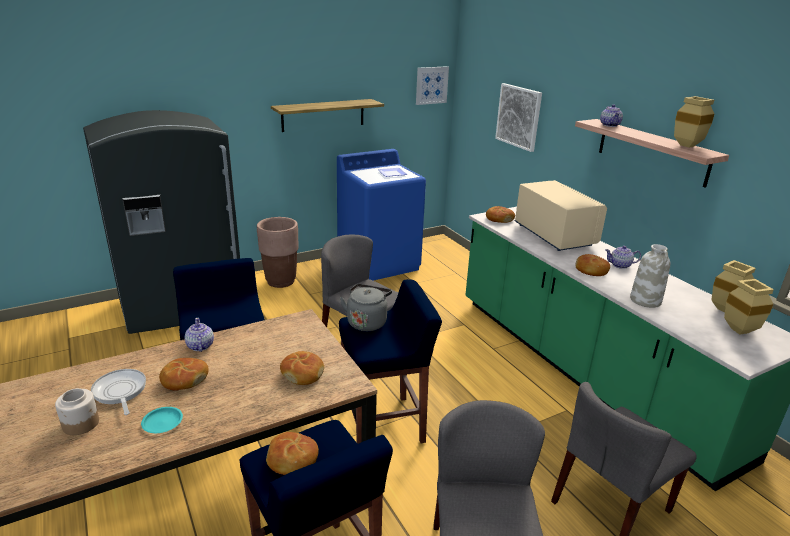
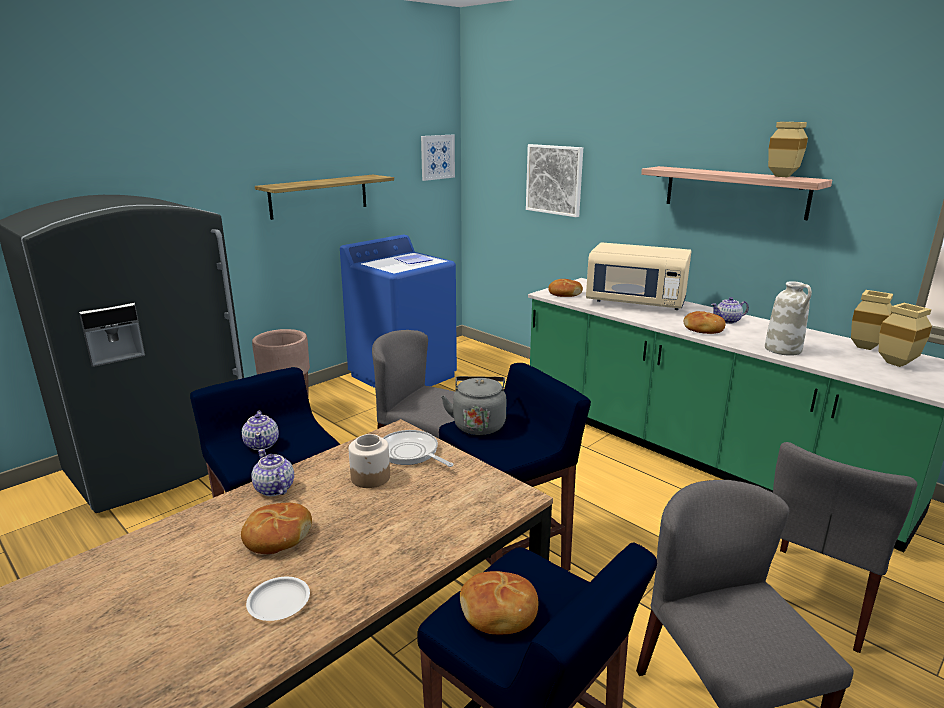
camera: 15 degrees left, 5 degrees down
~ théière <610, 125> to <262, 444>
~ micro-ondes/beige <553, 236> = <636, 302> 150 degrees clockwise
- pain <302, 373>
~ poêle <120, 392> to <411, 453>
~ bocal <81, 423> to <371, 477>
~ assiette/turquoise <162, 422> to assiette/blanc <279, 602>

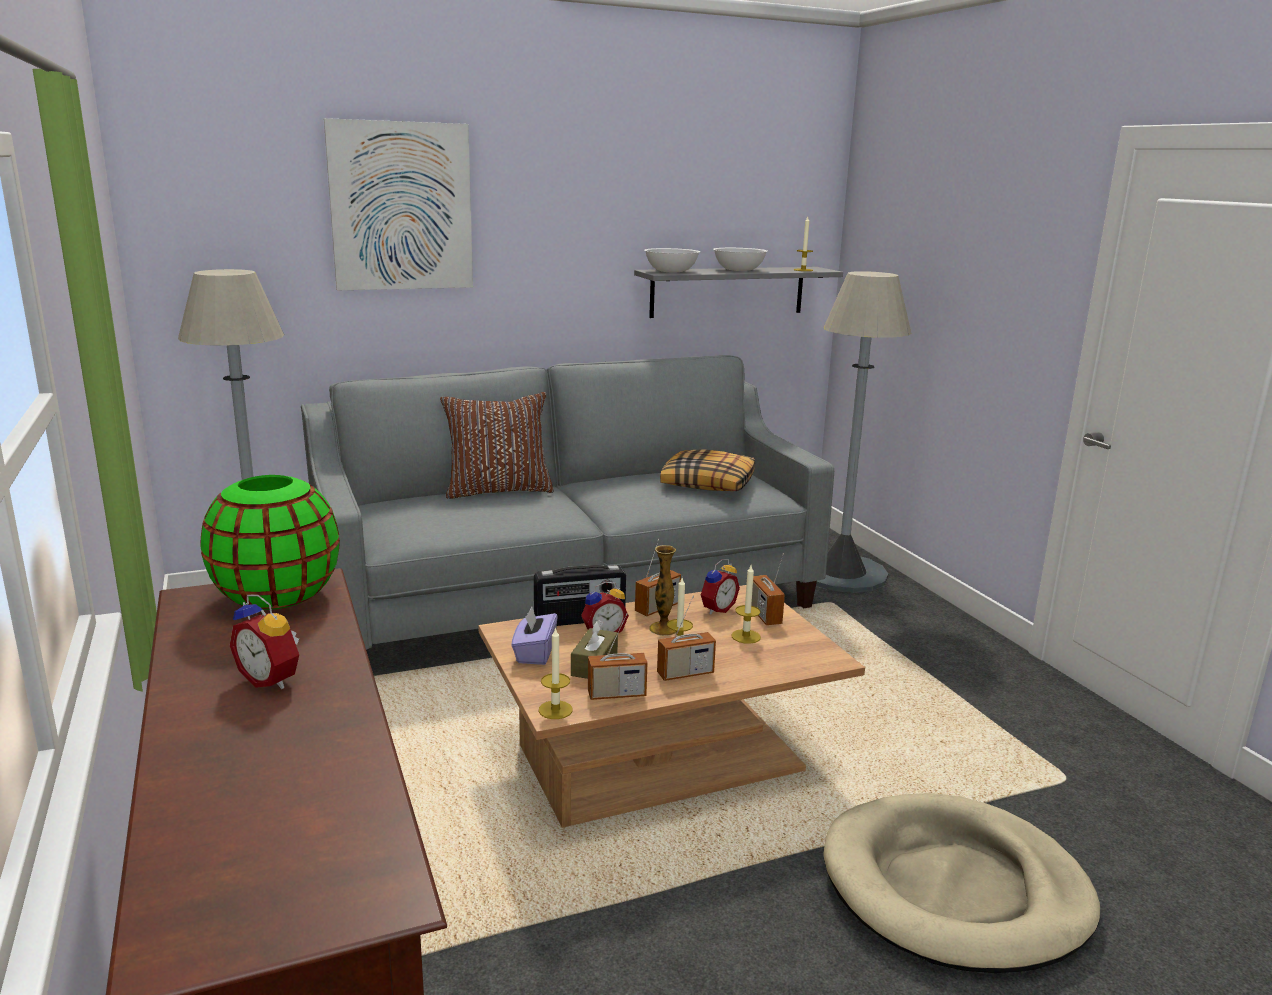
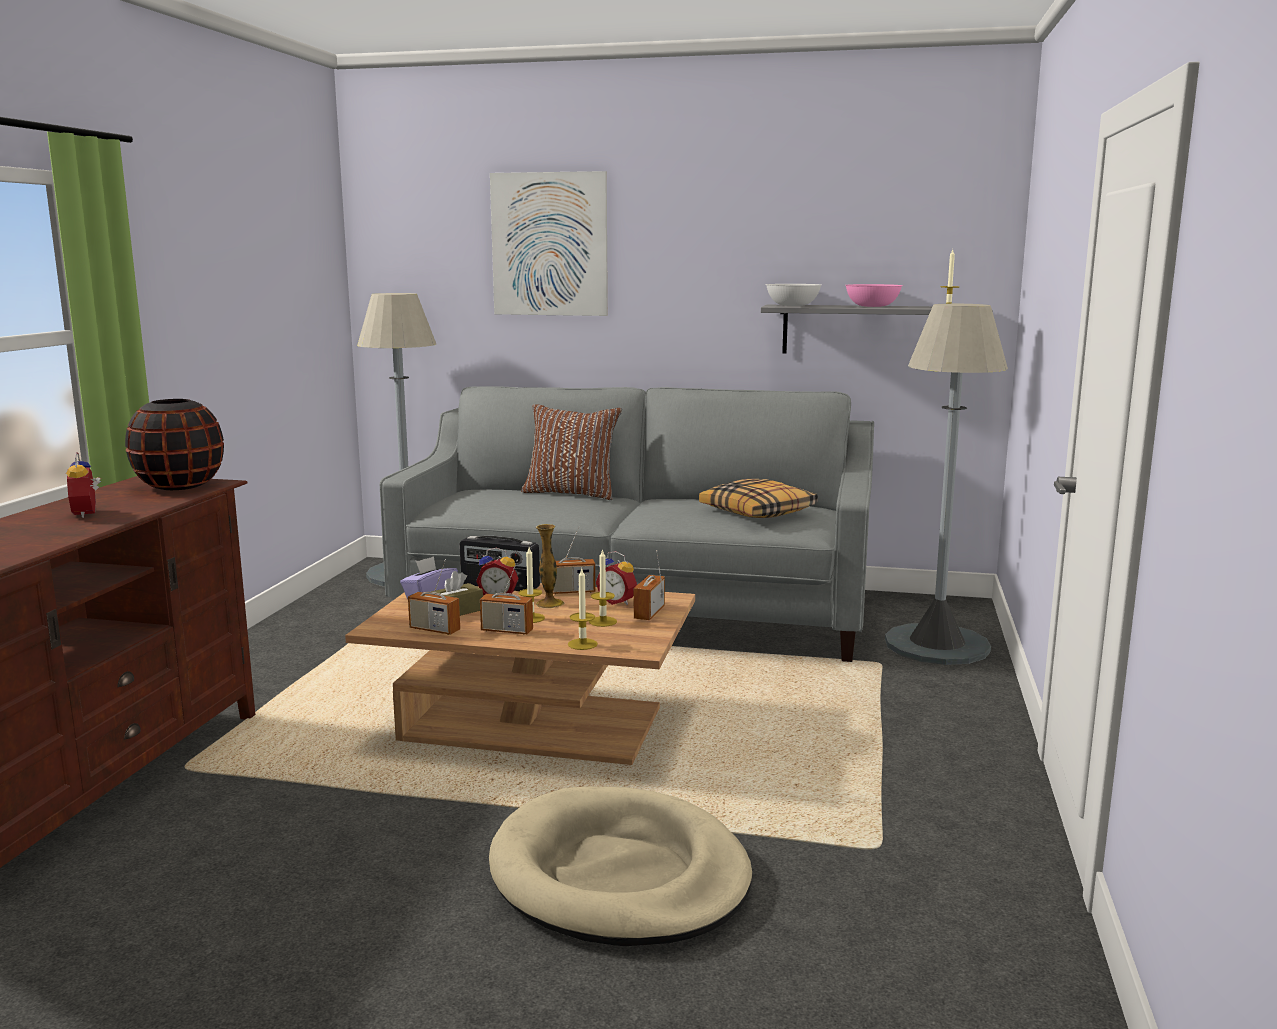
camera: 35 degrees right, 5 degrees down
~ bol/blanc <739, 270> to bol/rose <872, 306>
~ vase/vert <277, 597> to vase/noir <179, 486>
~ réveil <716, 609> = <618, 601> 45 degrees clockwise
~ bougie <555, 710> to <582, 644>

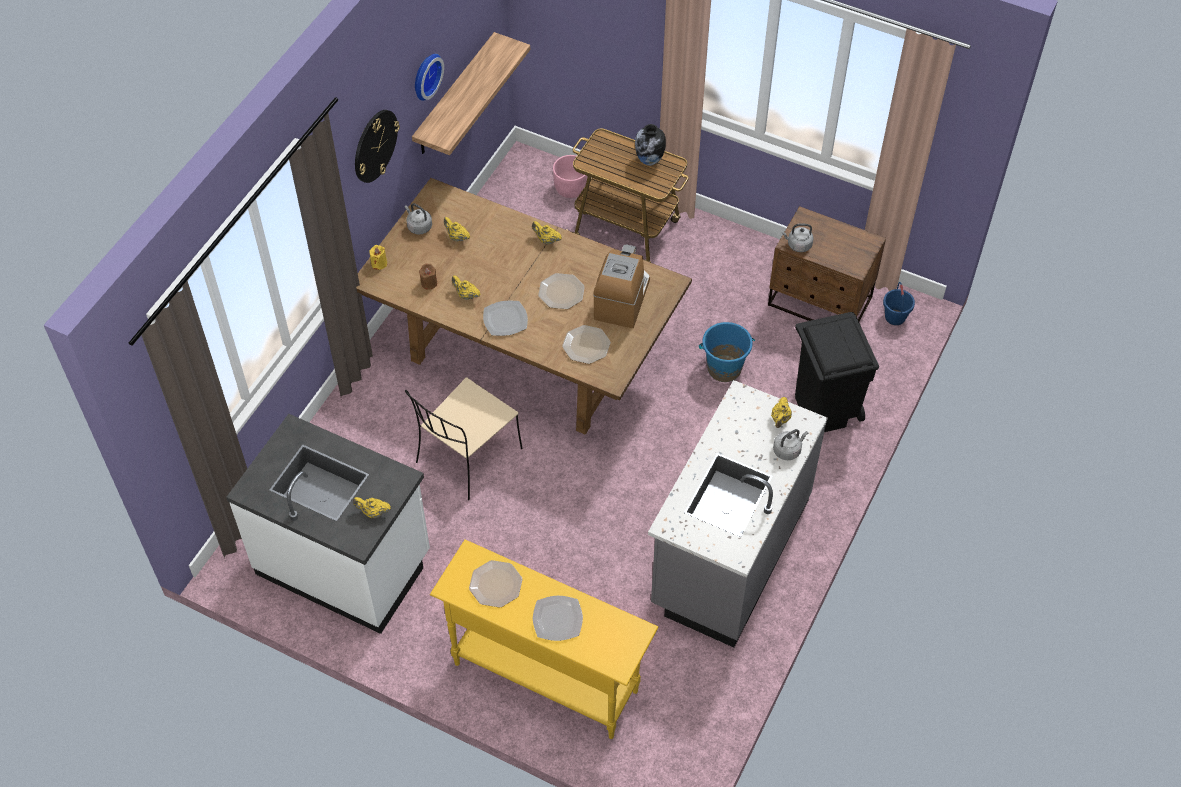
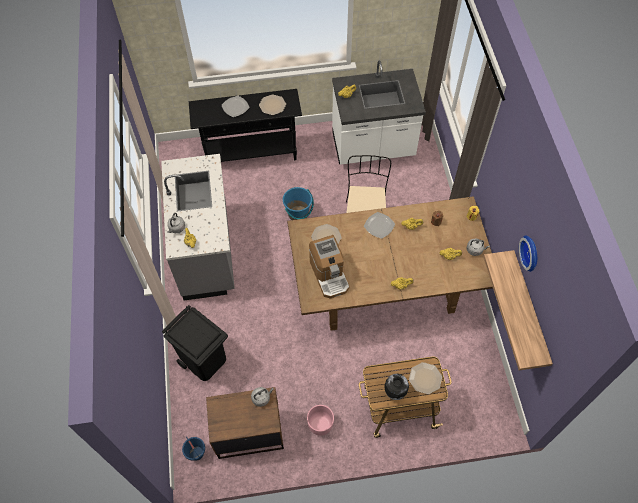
camera: 145 degrees right, 5 degrees up
- horloge murale <375, 145>
~ cache-pot/rose <571, 189> to <320, 424>
~ assiette <561, 292> to <425, 378>
~ seau/bleu <724, 368> to <298, 214>
~ table console/jaune <545, 676> to table console/noir <251, 154>

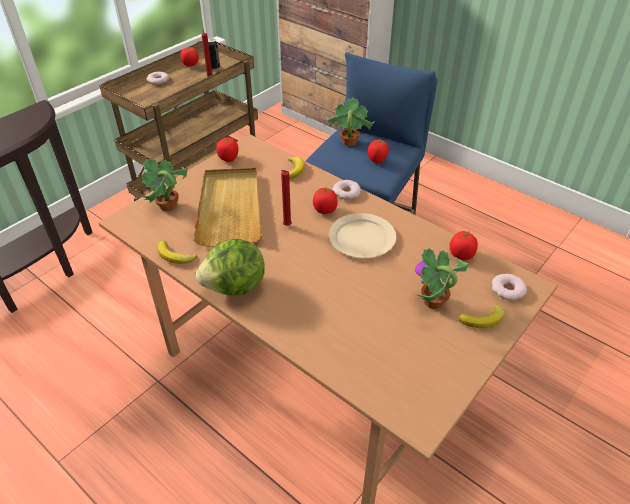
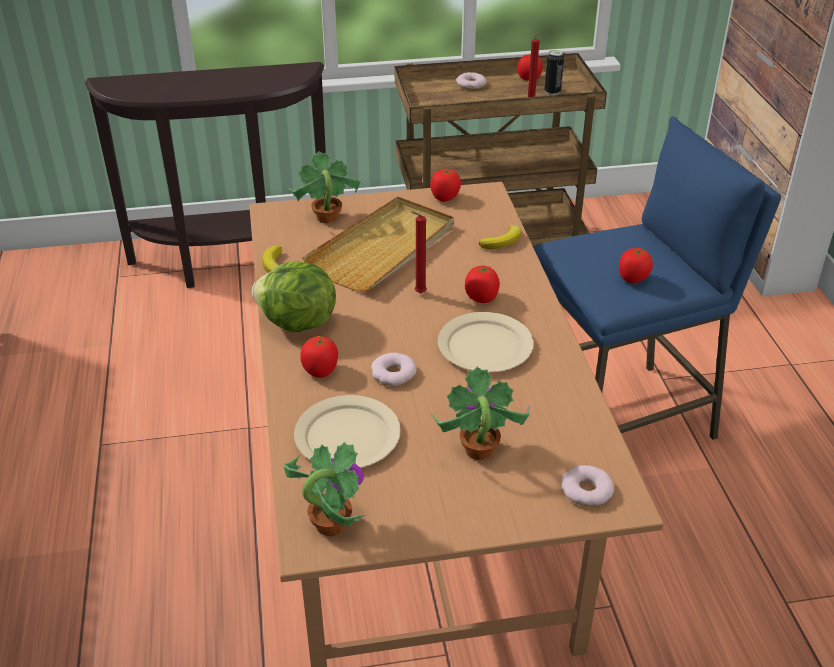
camera: 40 degrees right, 5 degrees down
~ plante en pot <348, 142> to <329, 524>
~ beignet <346, 192> to <394, 373>
~ tomate <461, 255> to <320, 371>
- banane <483, 319>
+ assiette/beige <346, 436>

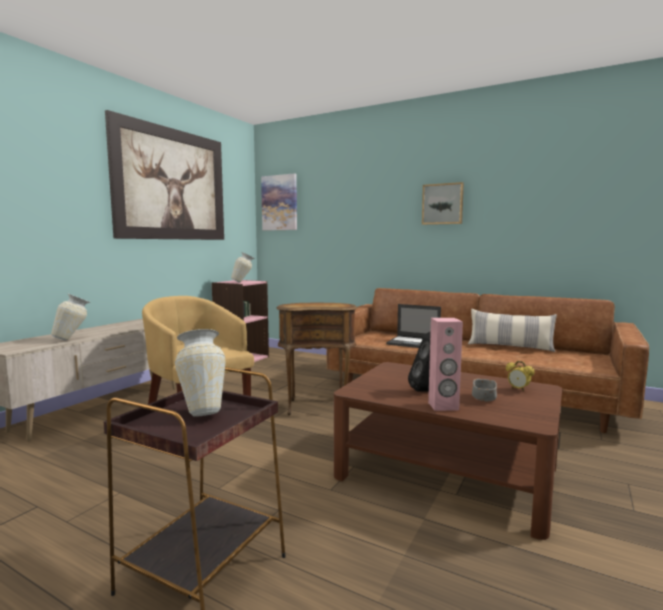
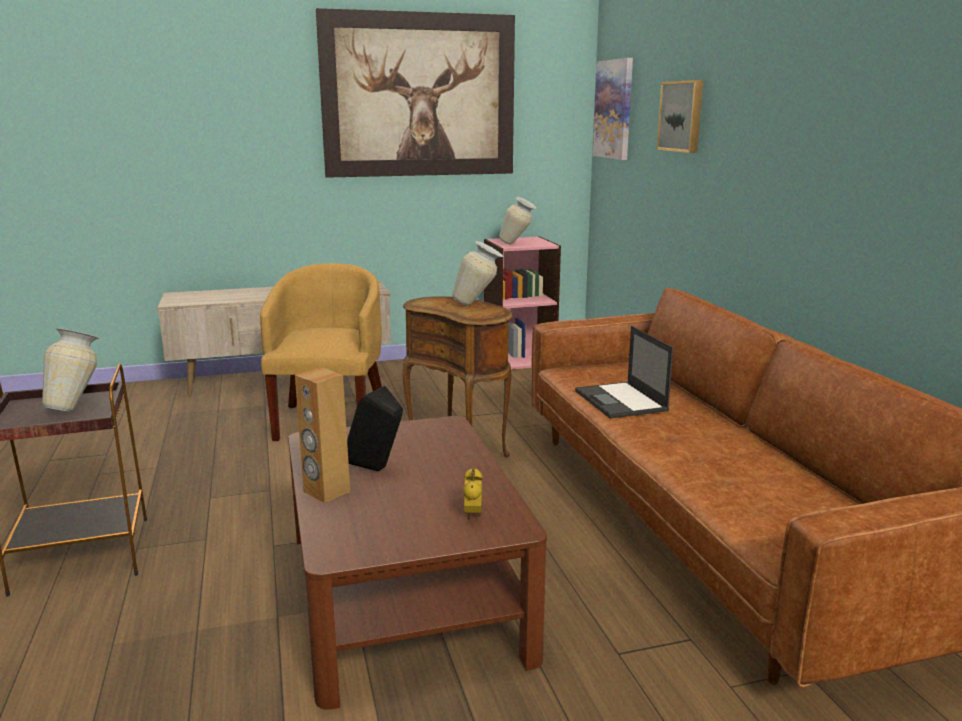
camera: 45 degrees right, 10 degrees up
~ tableau <442, 204> to <682, 116>
~ vase <74, 339> to <478, 305>
- coussin <510, 347>
~ enceinte/rose <443, 406> to enceinte/marron <326, 492>
- bol/gris <484, 398>

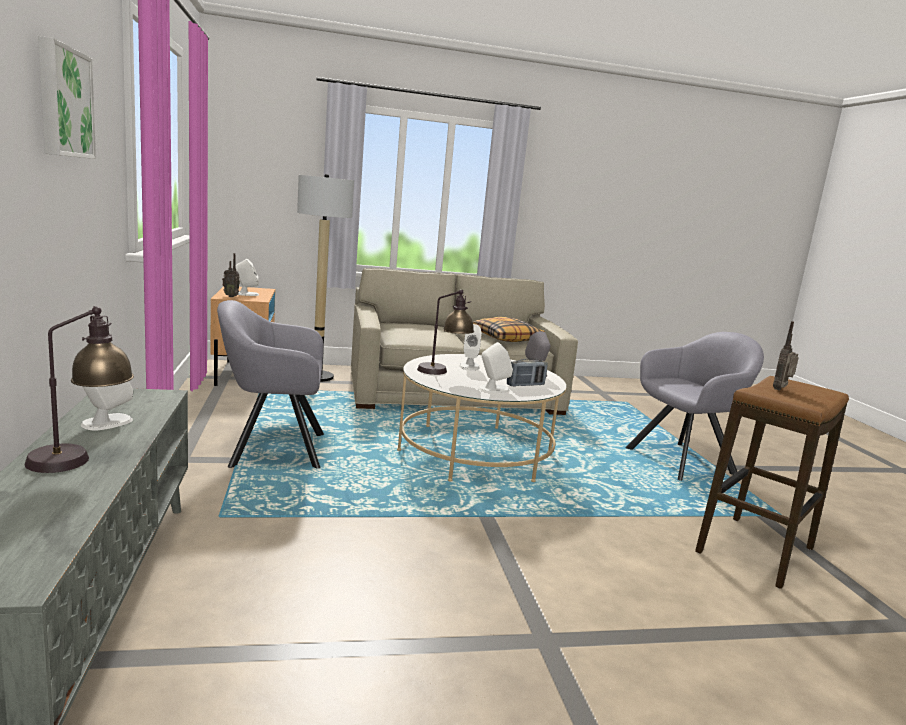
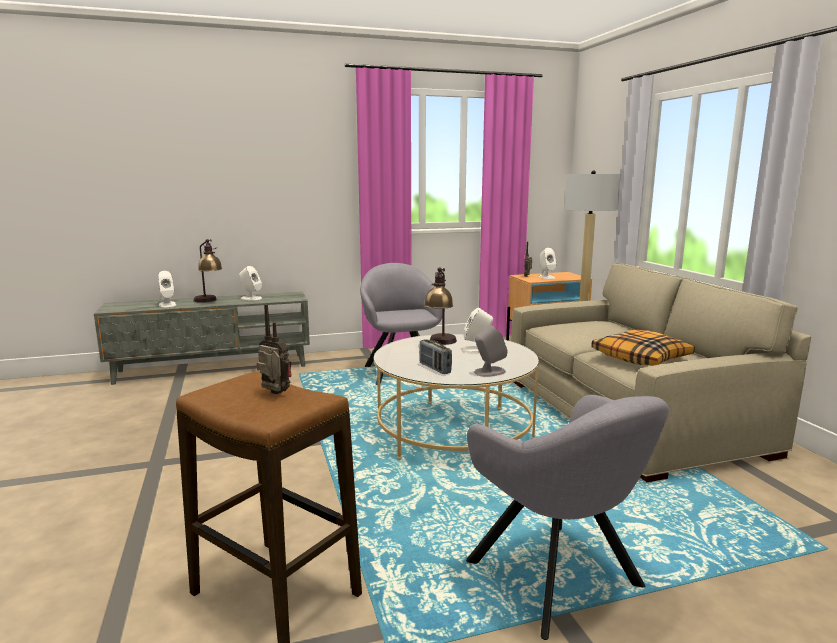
camera: 85 degrees right, 0 degrees up
- tableau <62, 102>
~ enceinte/blanc <493, 389> to <167, 304>

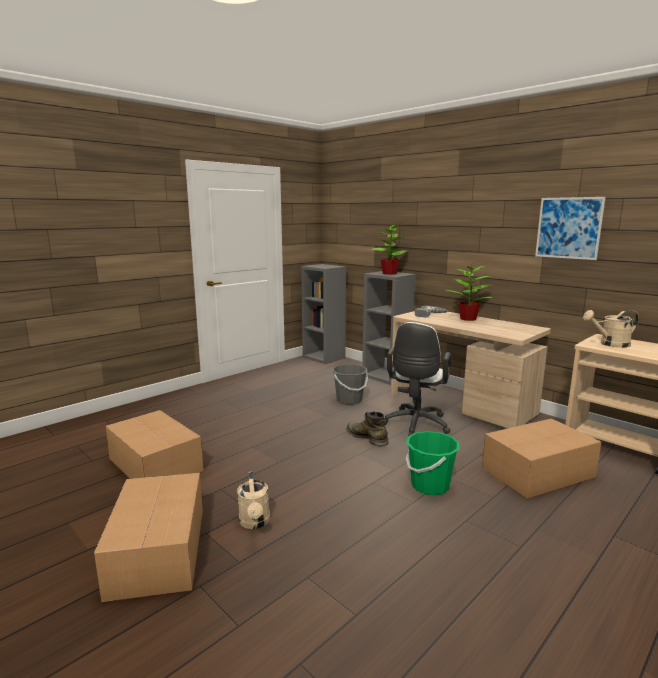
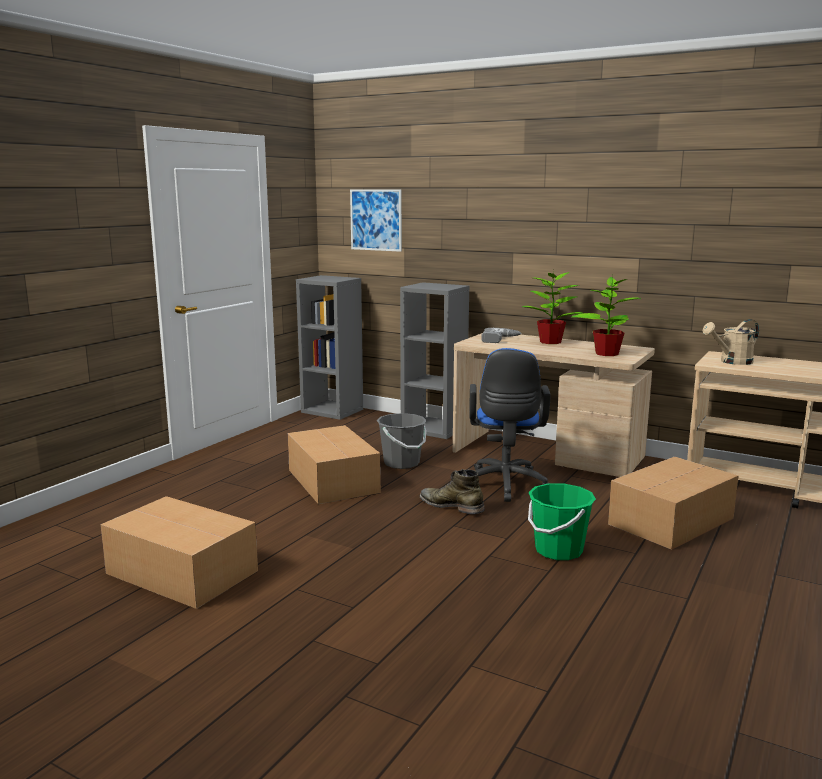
camera: 15 degrees left, 0 degrees up
~ tableau <568, 228> to <376, 220>
~ plante en pot <389, 273> to <606, 353>
~ chaise de bureau/blanc <415, 426> to chaise de bureau/bleu <505, 486>
- arrosoir/beige <255, 523>
~ carton <159, 549> to <333, 480>

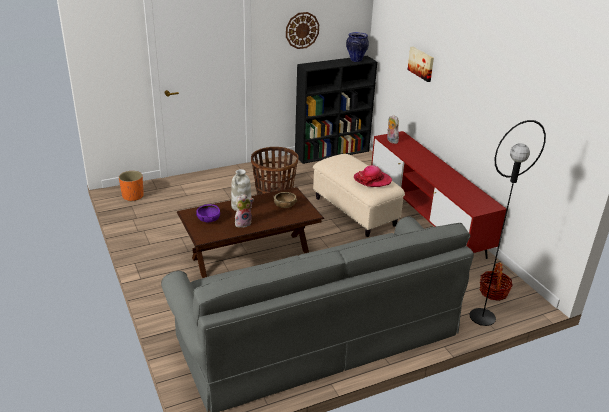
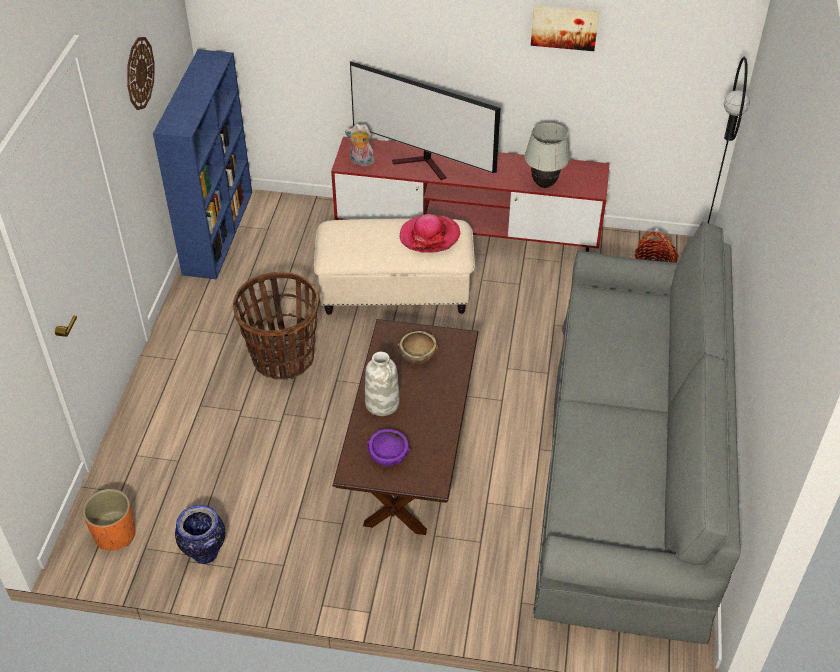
camera: 55 degrees left, 15 degrees up
~ vase <356, 60> to <204, 553>
~ tableau <421, 63> to <564, 26>
~ bibliothèque/noir <332, 153> to bibliothèque/bleu <218, 231>
- peluche <243, 223>
+ téléviseur <425, 165>
+ lampe de table/blanc <544, 184>

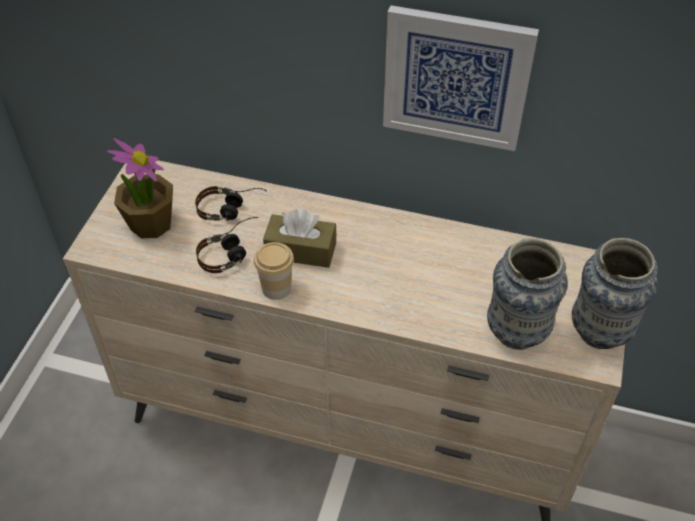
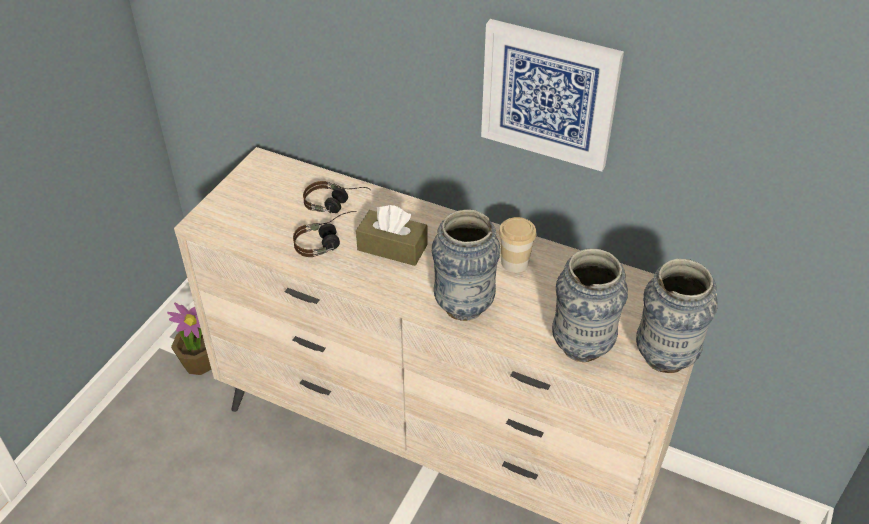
camera: 10 degrees right, 5 degrees down
~ plante en pot <150, 223> to <199, 363>
~ tasse <276, 288> to <515, 263>
+ vase <464, 306>

